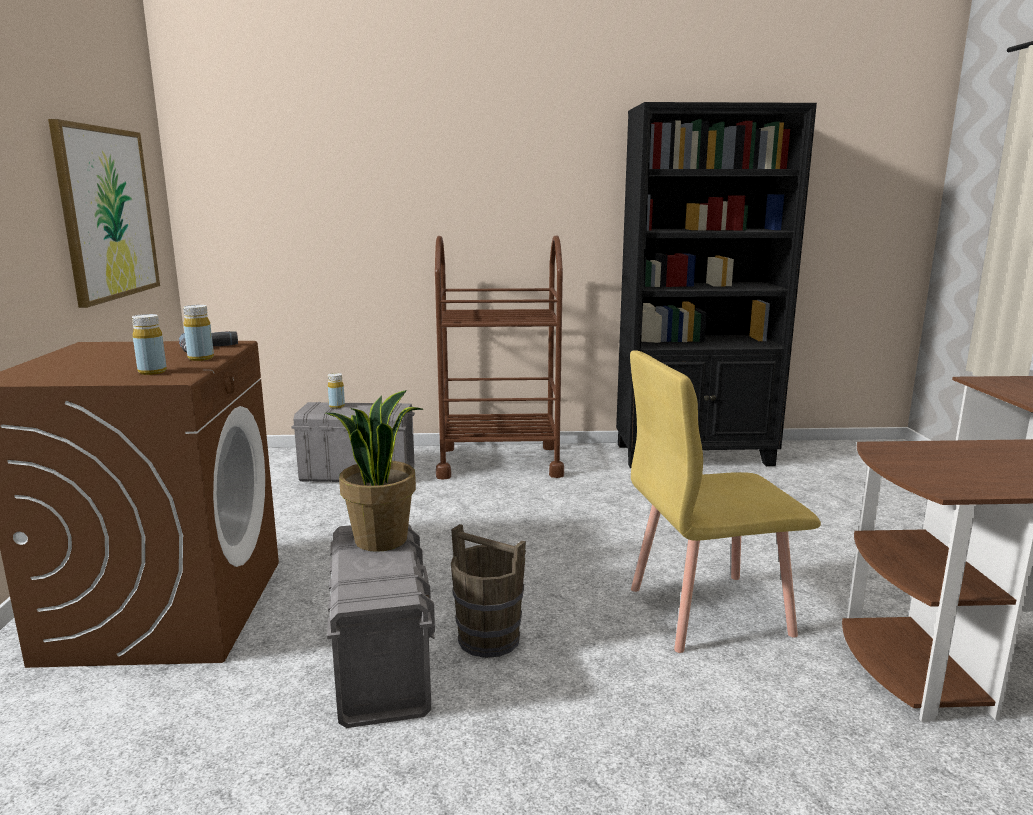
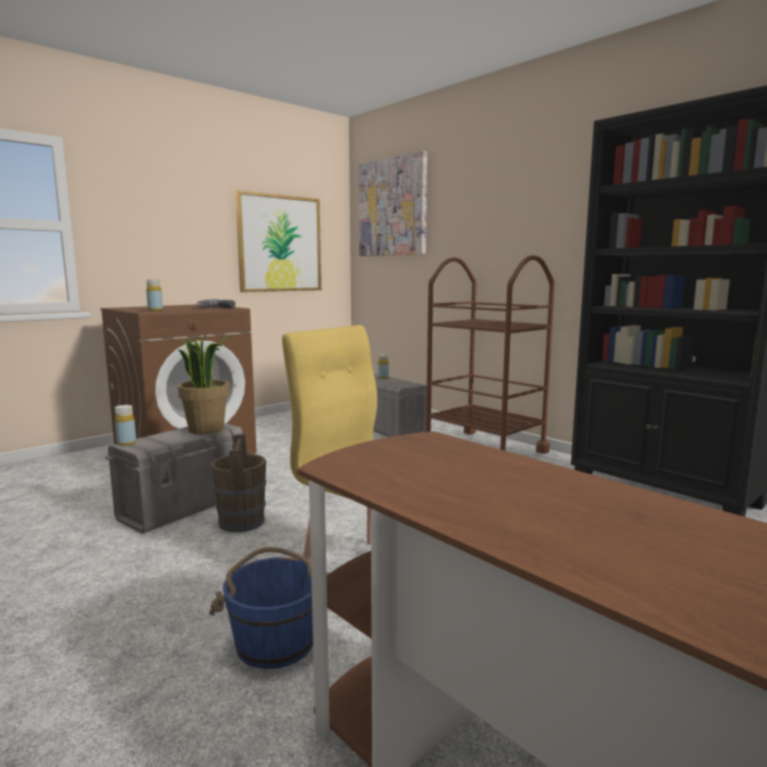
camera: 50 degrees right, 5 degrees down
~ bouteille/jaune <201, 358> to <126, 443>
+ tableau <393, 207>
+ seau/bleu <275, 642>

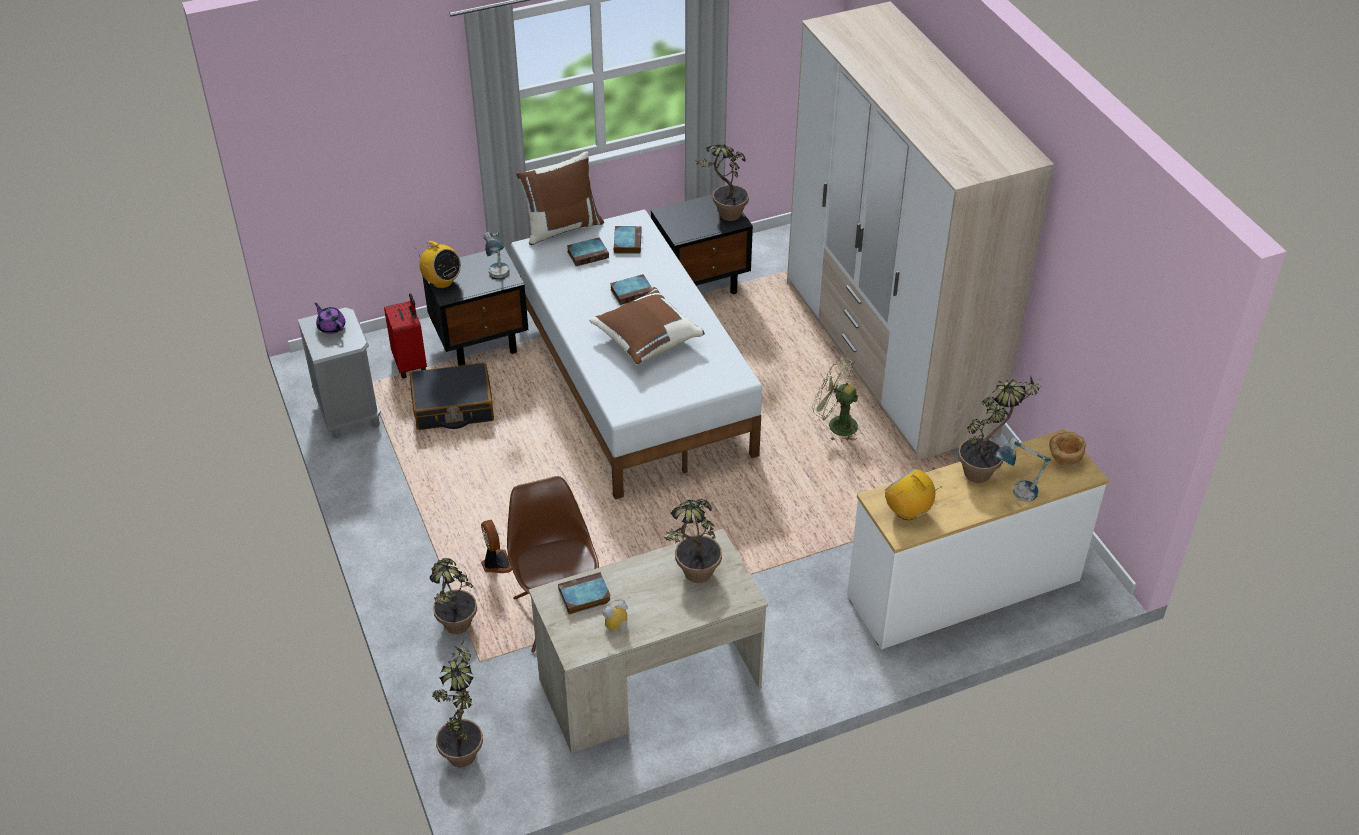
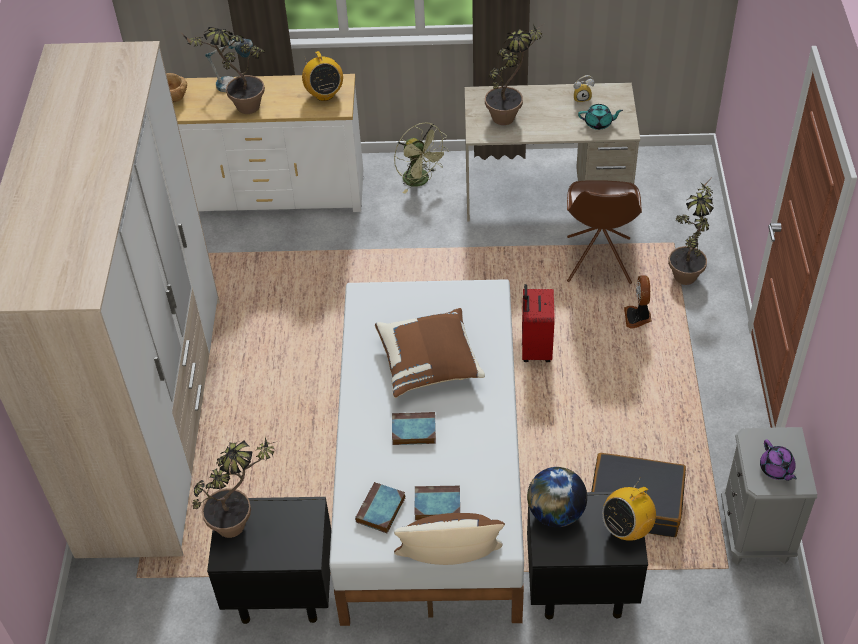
camera: 155 degrees left, 5 degrees up
~ lampe de table <498, 277> to globe <555, 513>
~ radio <442, 282> = <627, 528> 105 degrees counterclockwise
~ valise/rouge <411, 364> to <535, 349>
~ ventilateur/vert <836, 425> to <420, 181>
~ livre <583, 596> to théière/turquoise <599, 123>
- plante en pot <464, 746>

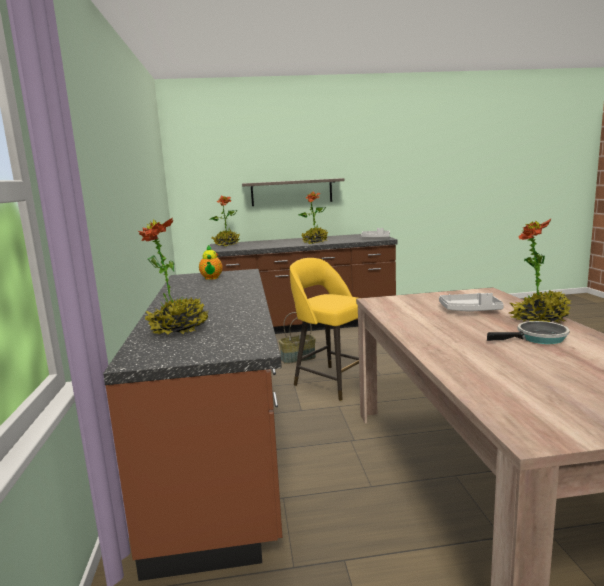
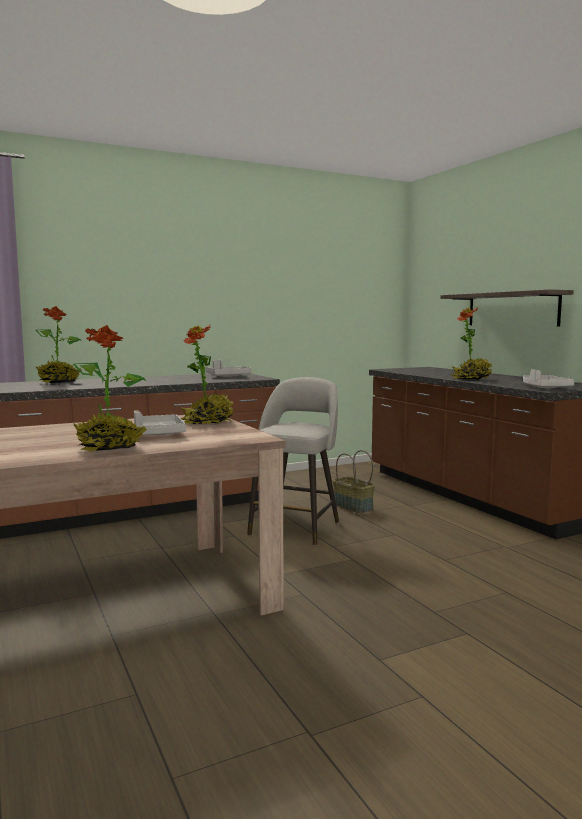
camera: 70 degrees right, 5 degrees down
~ plante en pot <226, 245> to <208, 423>
~ théière <211, 278> to plateau/gris <228, 376>
~ tabouret/jaune <332, 381> to tabouret/gris <296, 527>
- poêle <538, 338>

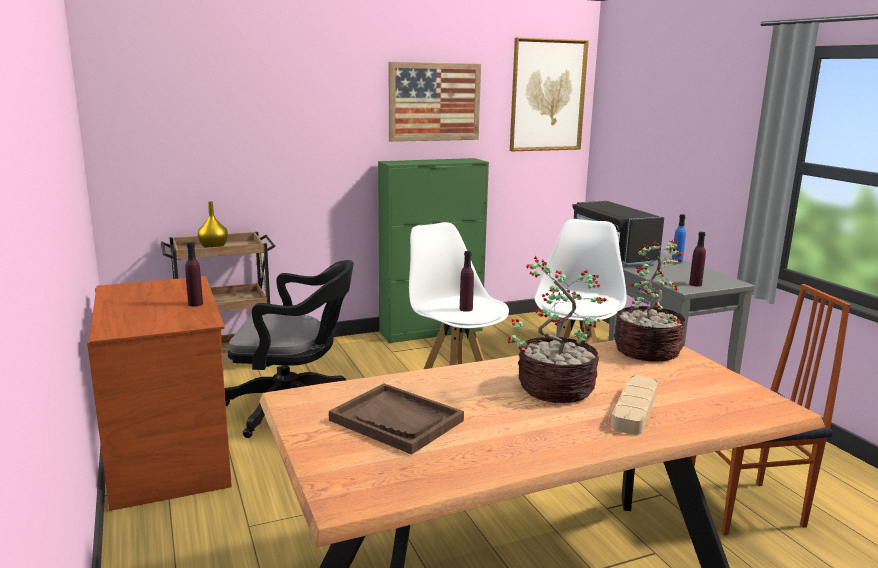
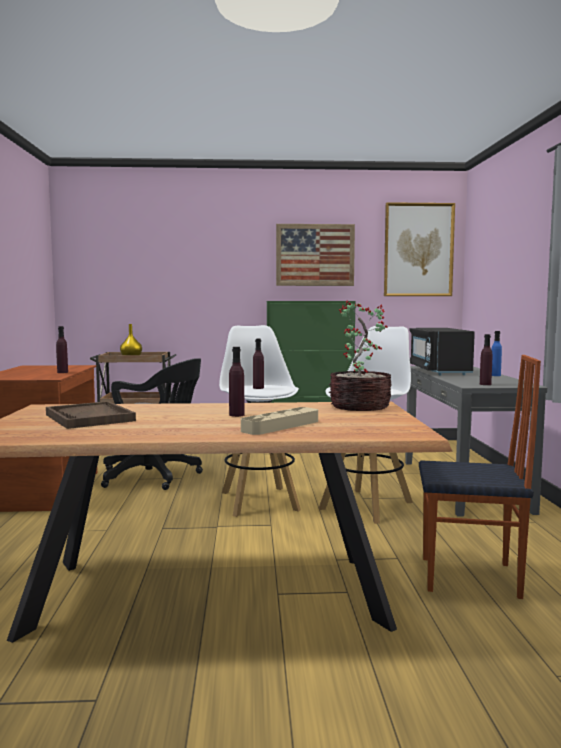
camera: 20 degrees right, 10 degrees down
~ plante en pot <553, 389> to bouteille/violet <236, 415>

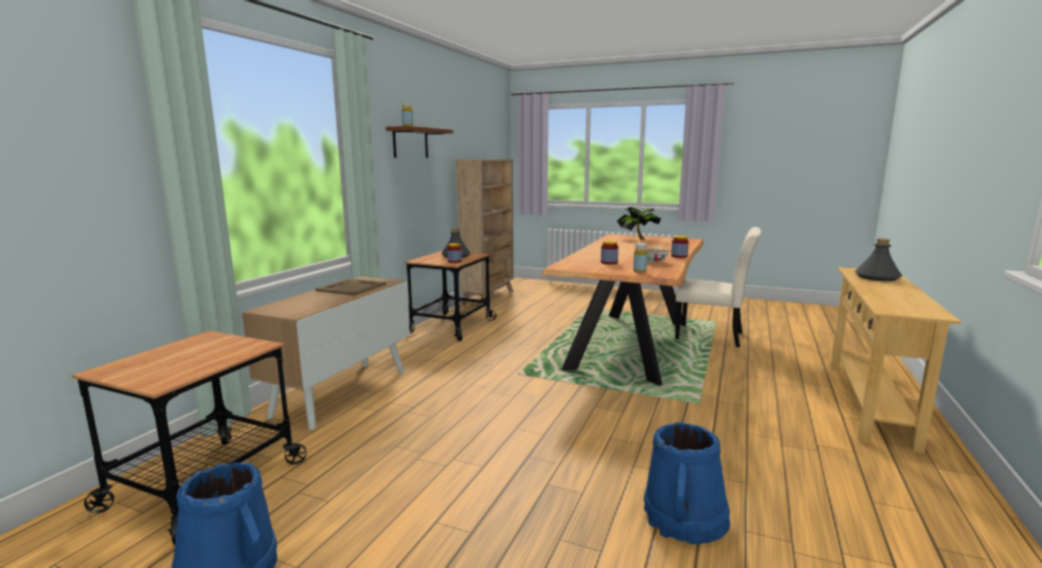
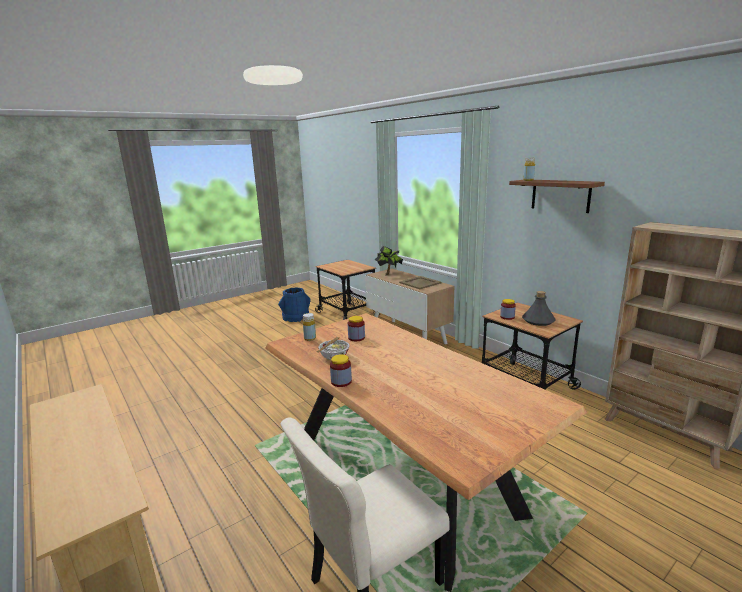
camera: 120 degrees right, 5 degrees up
~ plante en pot <637, 239> to <389, 274>
- bouteille/gris <876, 277>
- seau/bleu <685, 517>

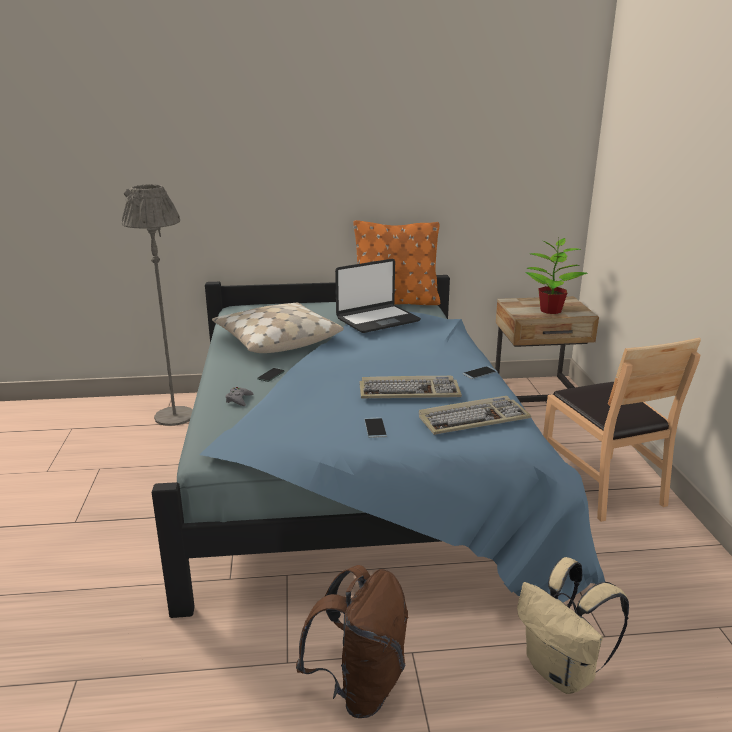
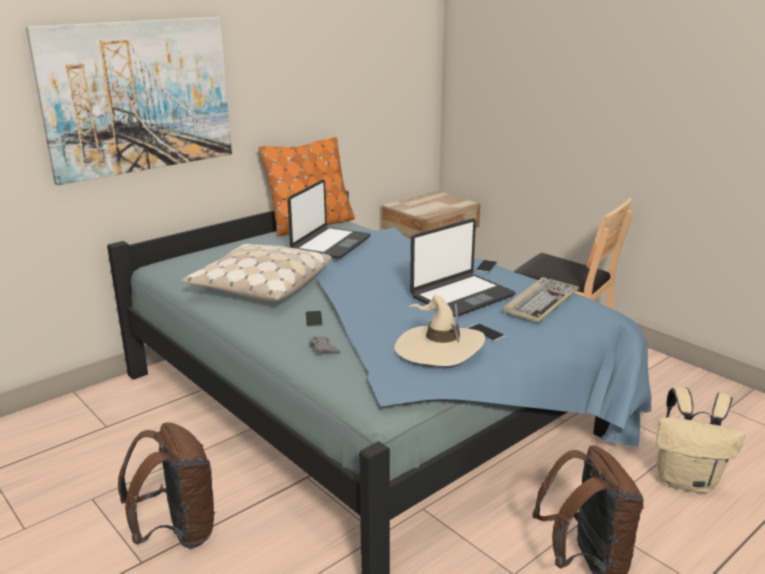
camera: 35 degrees left, 0 degrees up
- lampadaire/gris <174, 416>
- plante en pot <549, 310>
~ clavier <409, 391> to ordinateur portable <461, 296>
+ tableau <138, 97>
+ chapeau/beige <439, 348>
+ sac à dos/marron <177, 532>

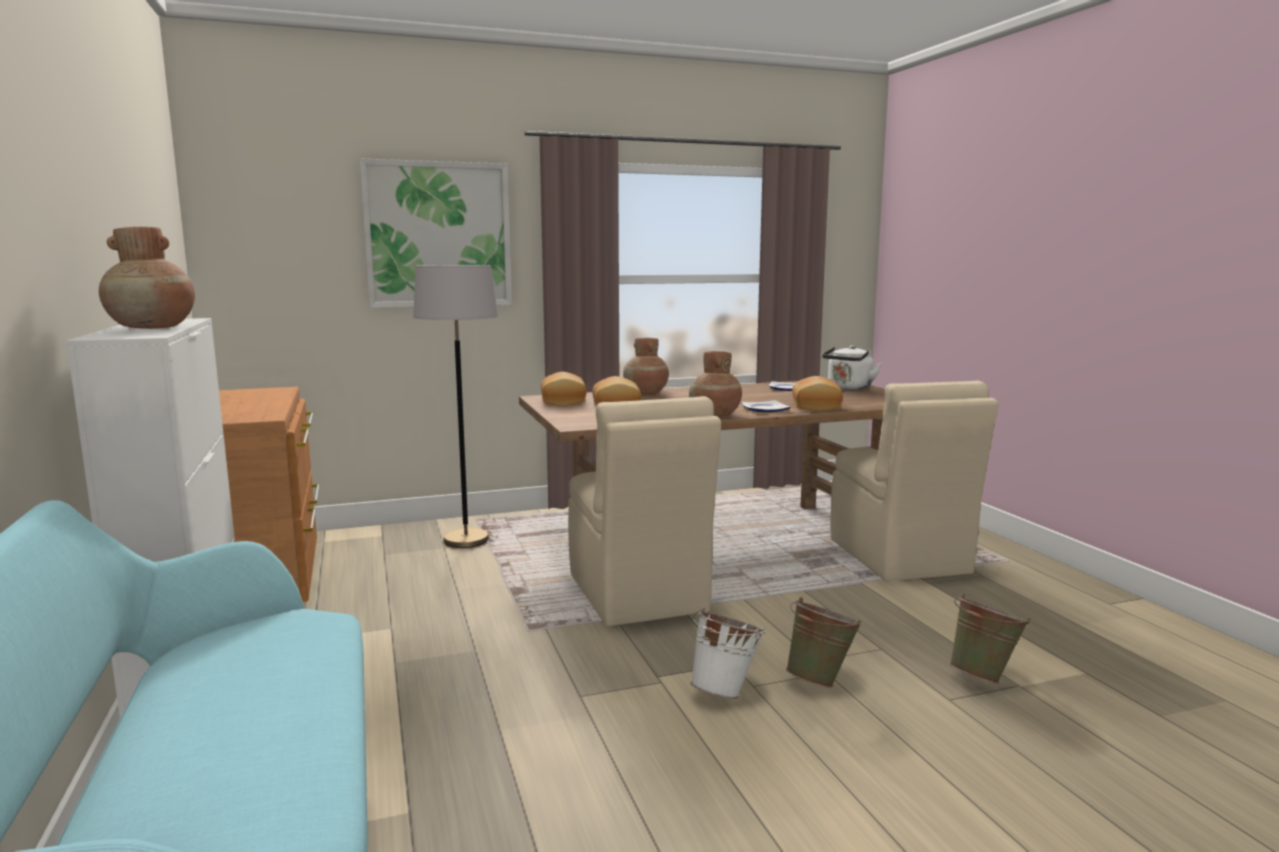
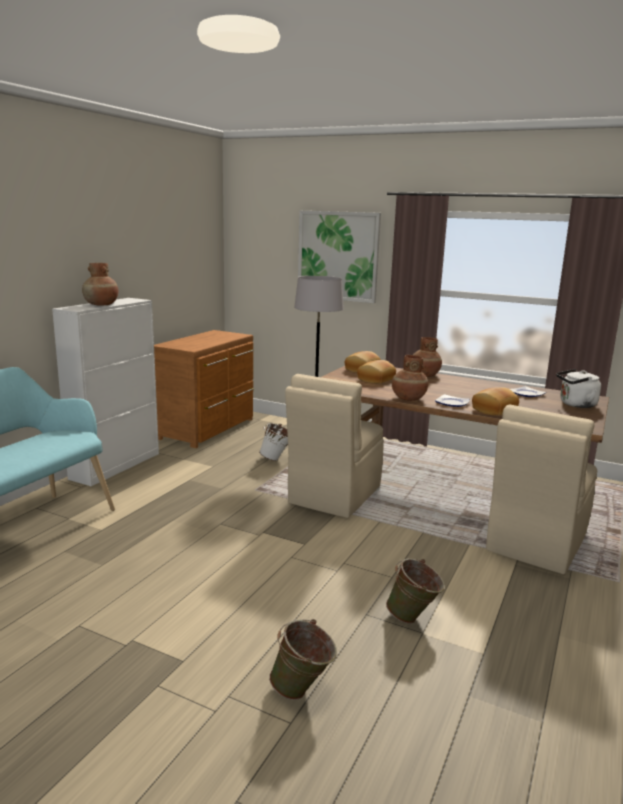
camera: 45 degrees right, 5 degrees up
~ seau/vert <821, 680> to <302, 691>
~ seau/blanc <725, 691> to <276, 459>

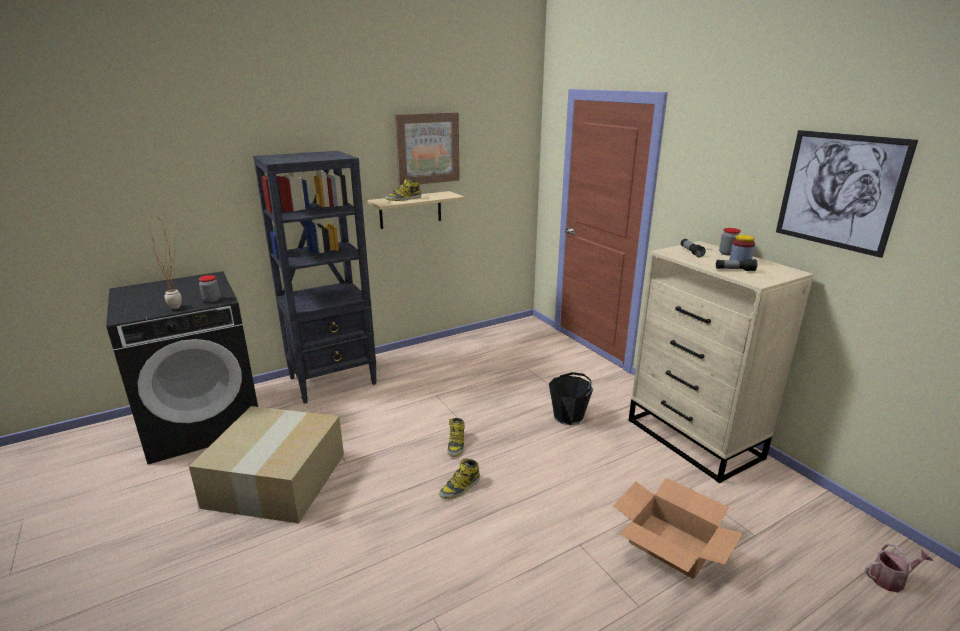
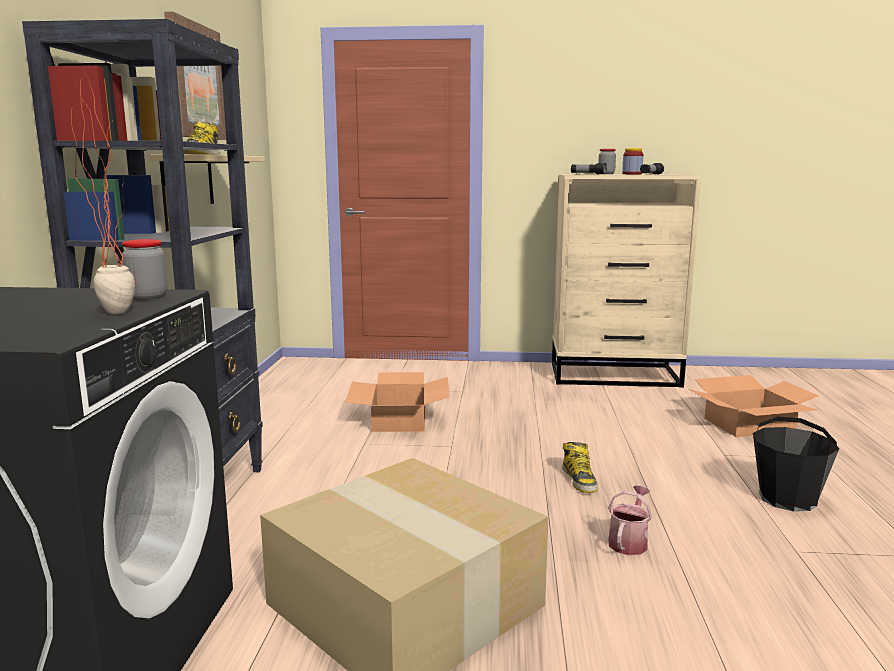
camera: 55 degrees left, 10 degrees down
- tableau <839, 191>
~ seau/noir <568, 416> to <787, 499>
- botte <456, 444>
~ arrosoir <891, 579> to <629, 541>
+ carton <399, 419>

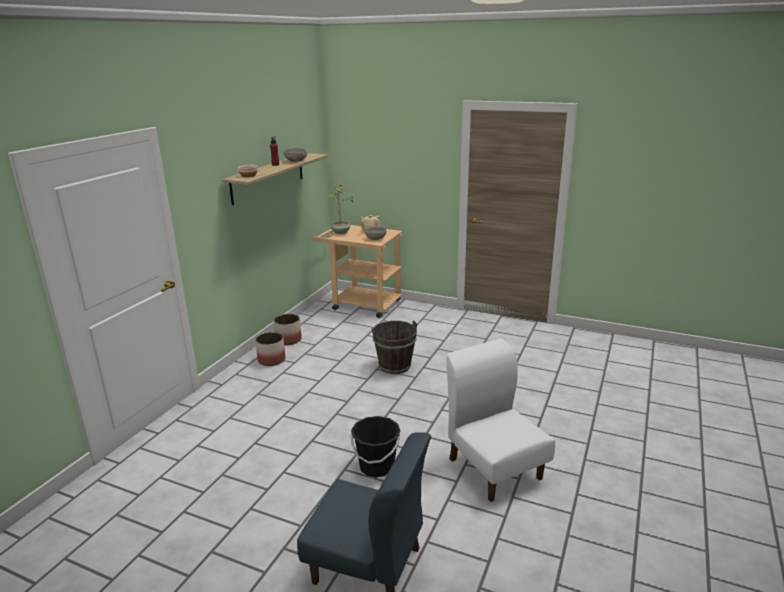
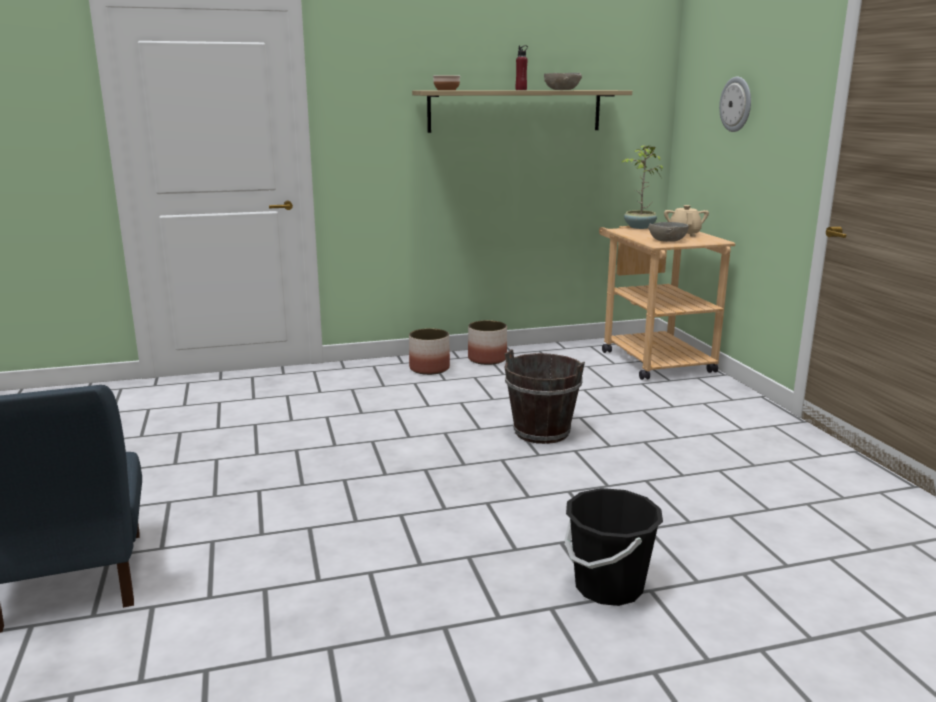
camera: 50 degrees right, 5 degrees down
- chaise/blanc <494, 468>
~ seau/noir <376, 466> to <608, 587>
+ horloge murale <736, 104>

